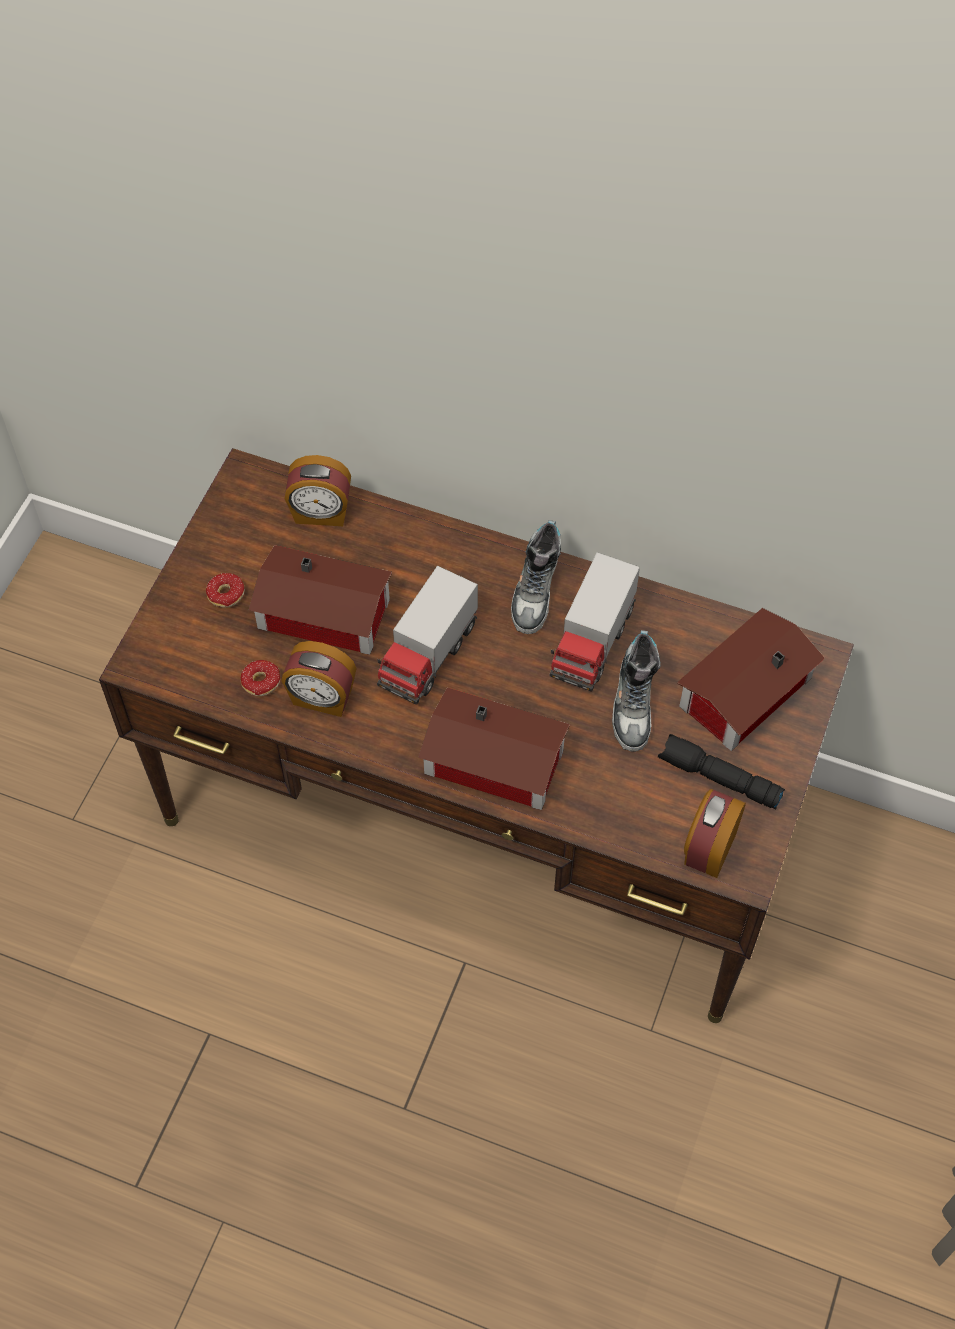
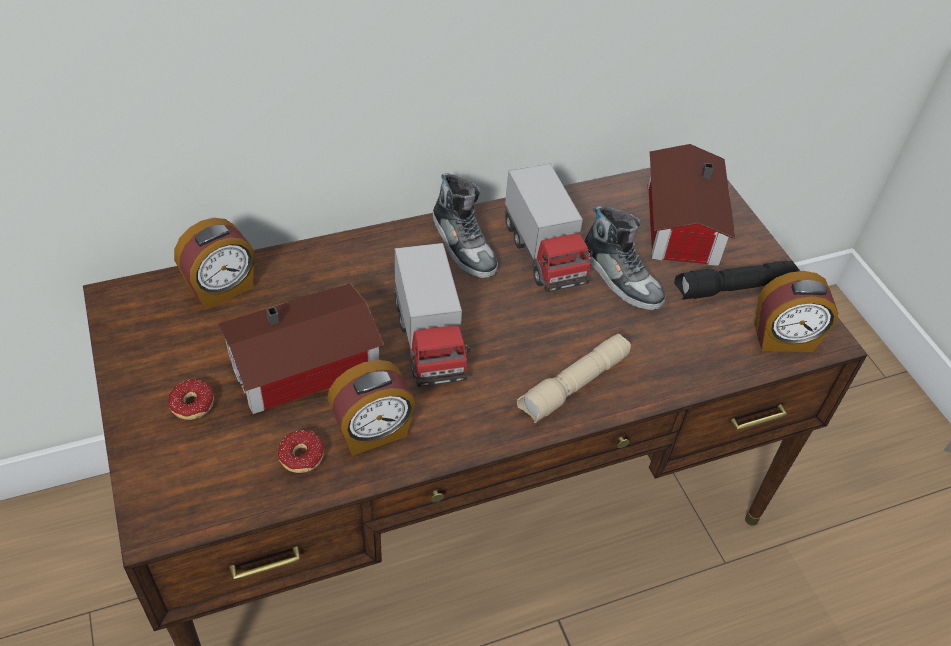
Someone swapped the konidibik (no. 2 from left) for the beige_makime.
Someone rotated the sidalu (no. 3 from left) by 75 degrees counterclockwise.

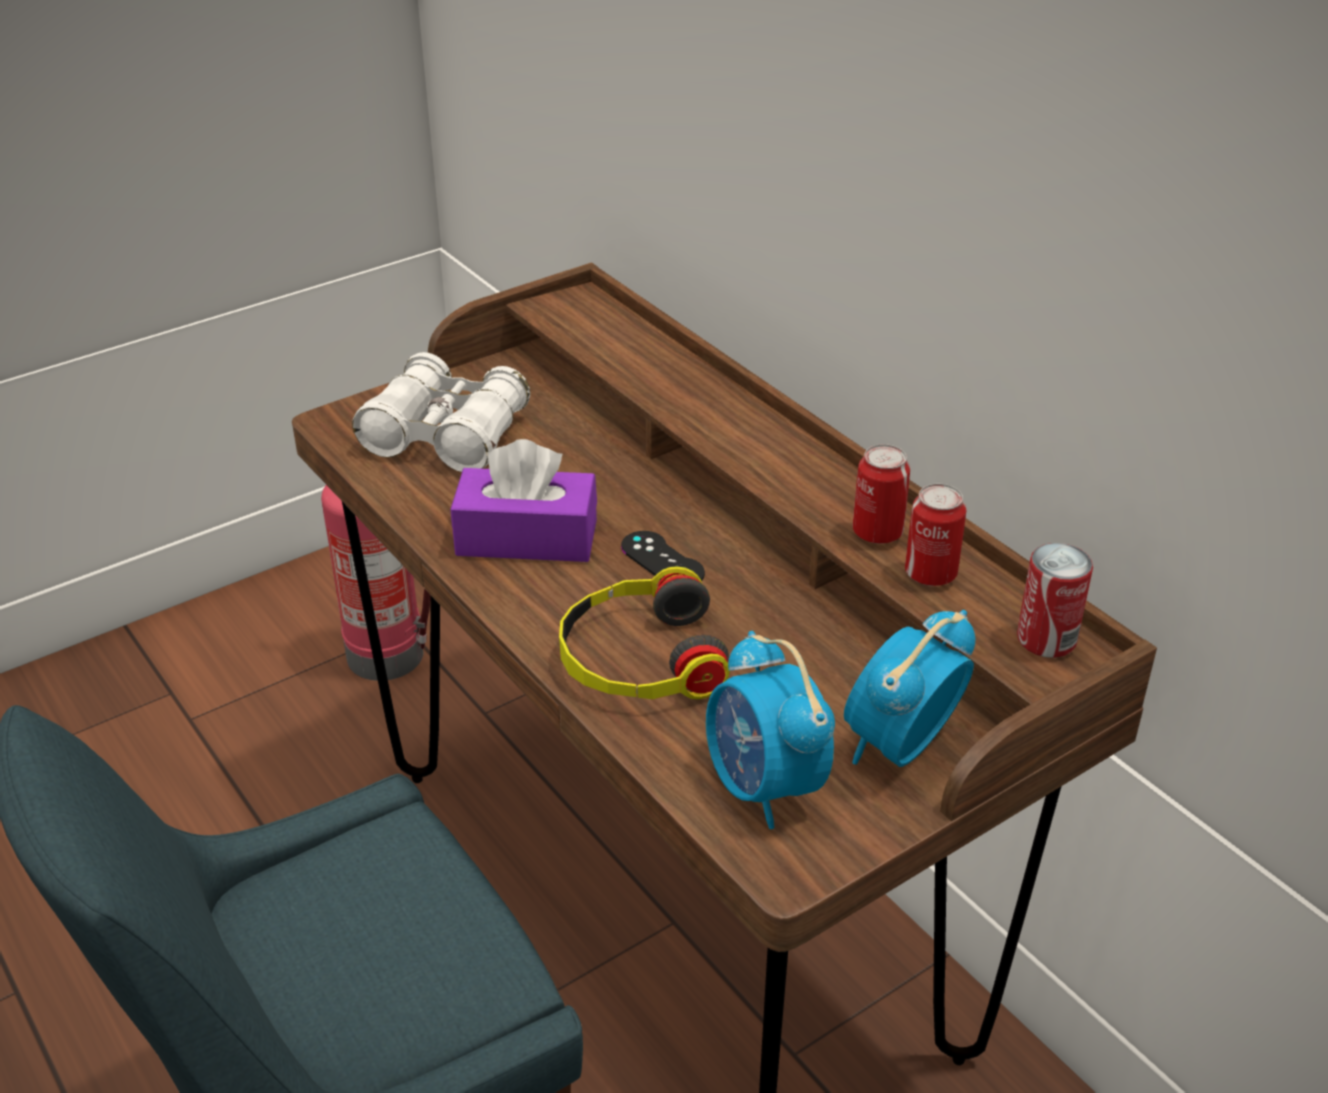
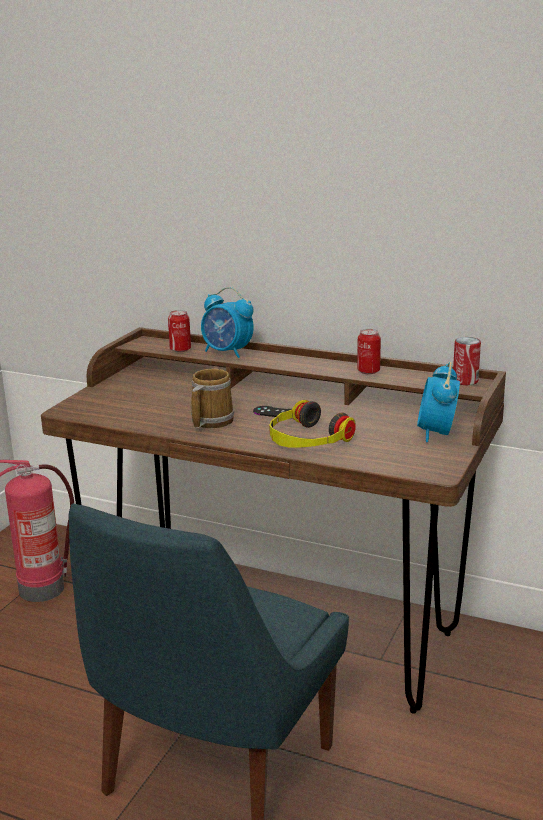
Someone carried the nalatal (no. 2 from left in the first image).
Someone swapped the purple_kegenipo for the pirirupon.
Someone carried the sidalu (no. 1 from left).
Someone took away the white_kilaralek.

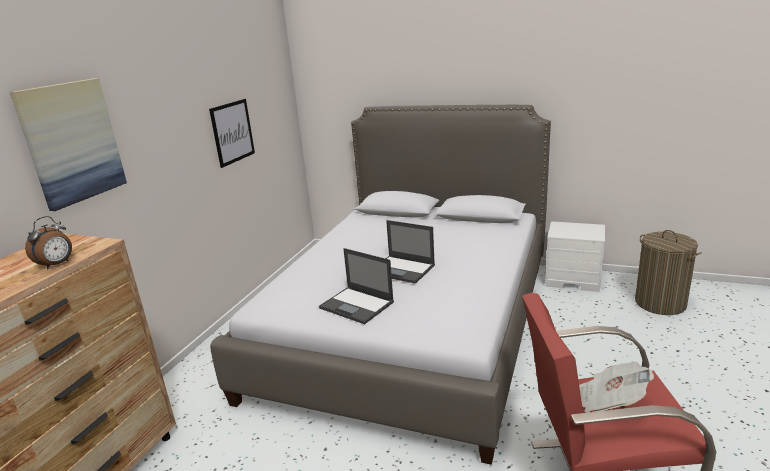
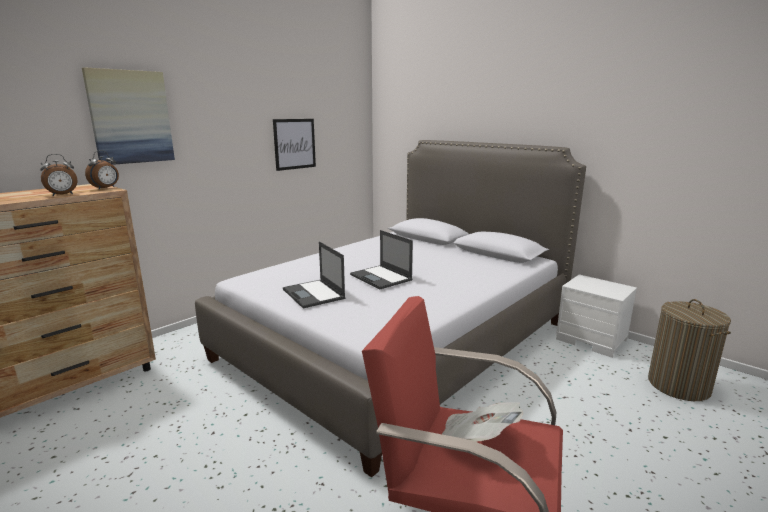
Someone put down the sidalu (no. 2 from left).

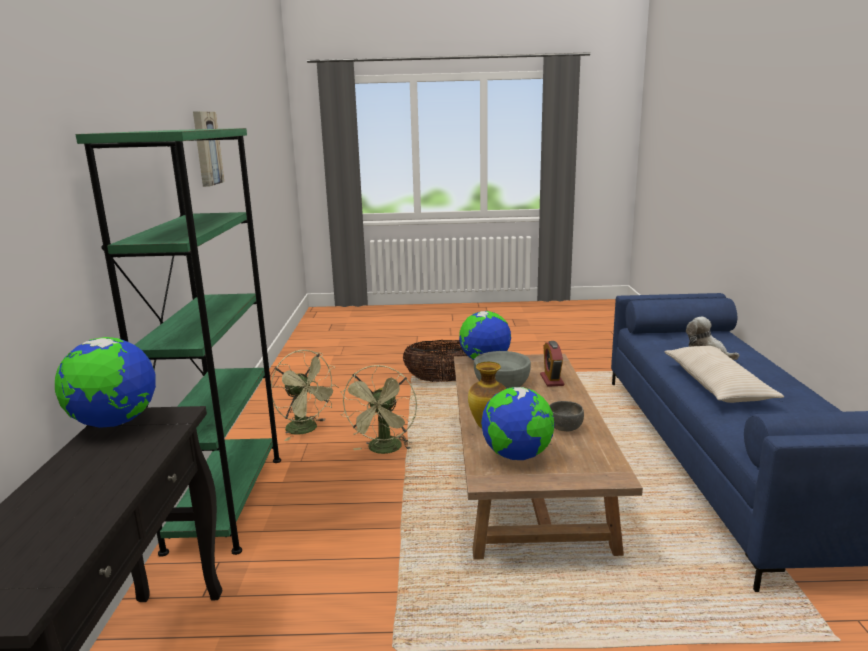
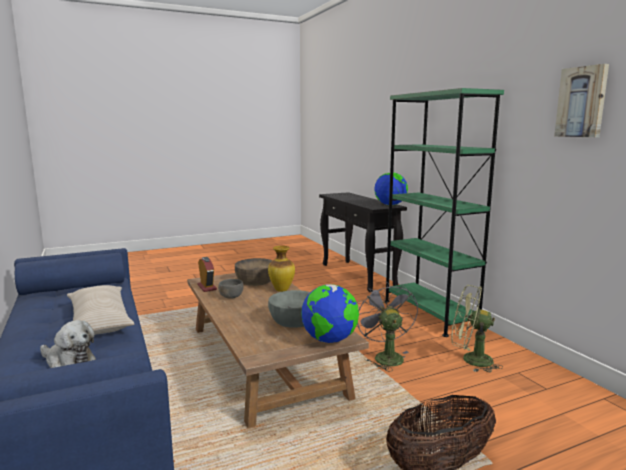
Someone carried the sidalu.
Someone swapped the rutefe (no. 3 from left) for the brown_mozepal.
Someone repainted the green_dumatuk (no. 2 from left), which became the grey_dumatuk.

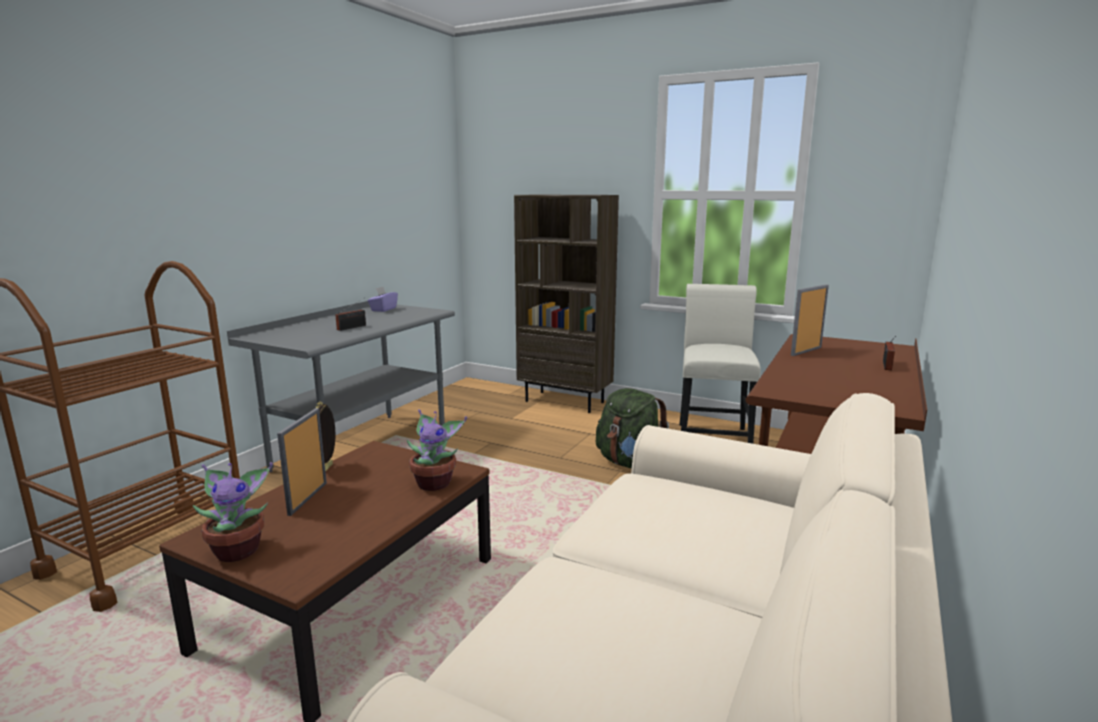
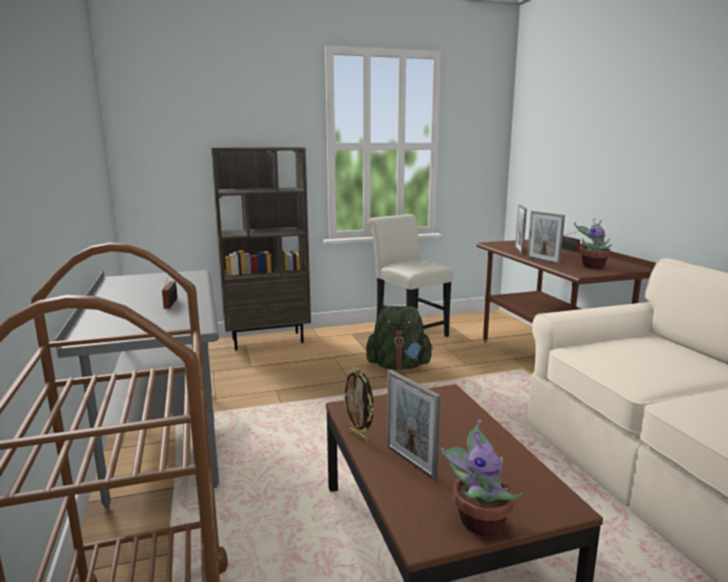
Someone put down the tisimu (no. 4 from left).
Someone carried the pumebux (no. 2 from left).
Someone took away the purple_kegenipo.

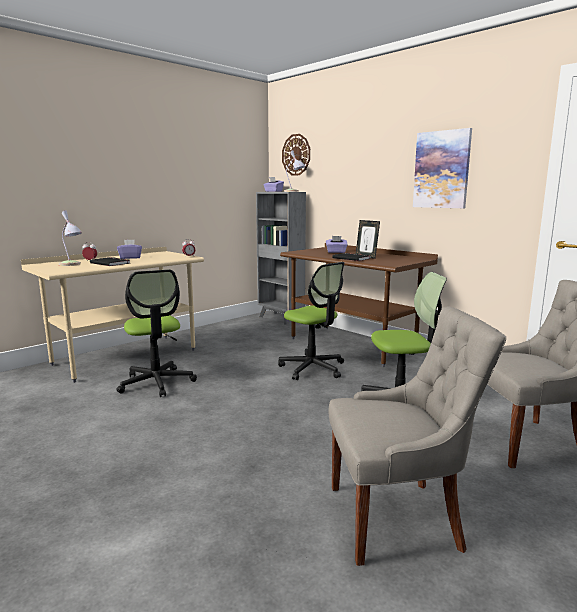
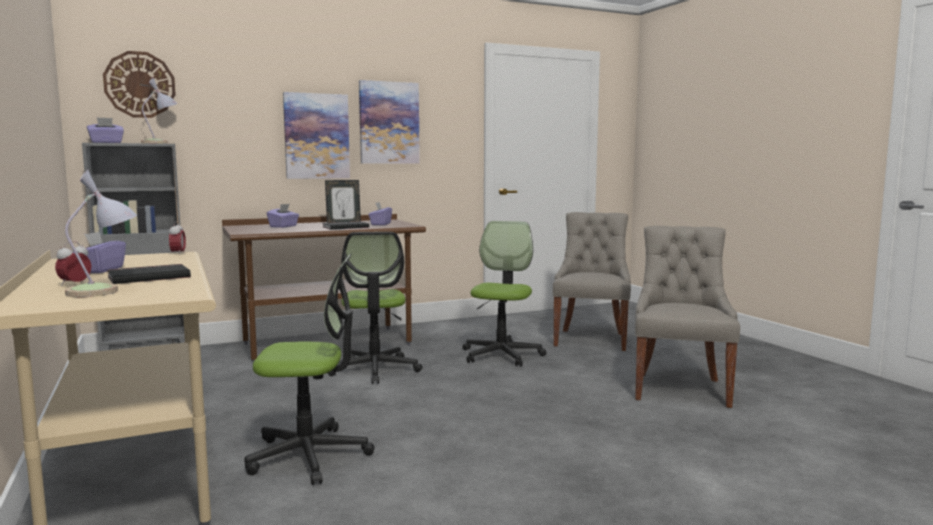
Someone put up the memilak (no. 1 from left).
Someone rotated the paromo (no. 2 from left) by 105 degrees clockwise.
Someone put down the purple_kegenipo (no. 4 from left).

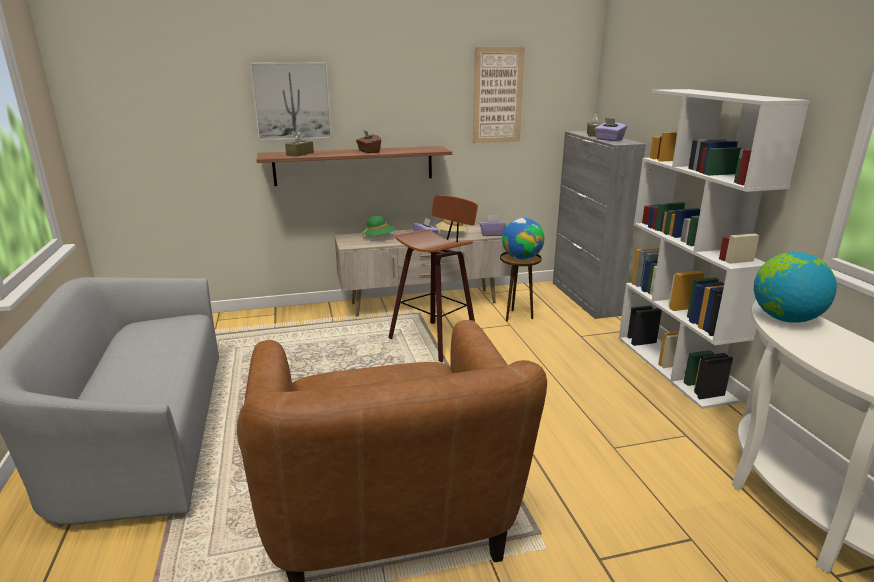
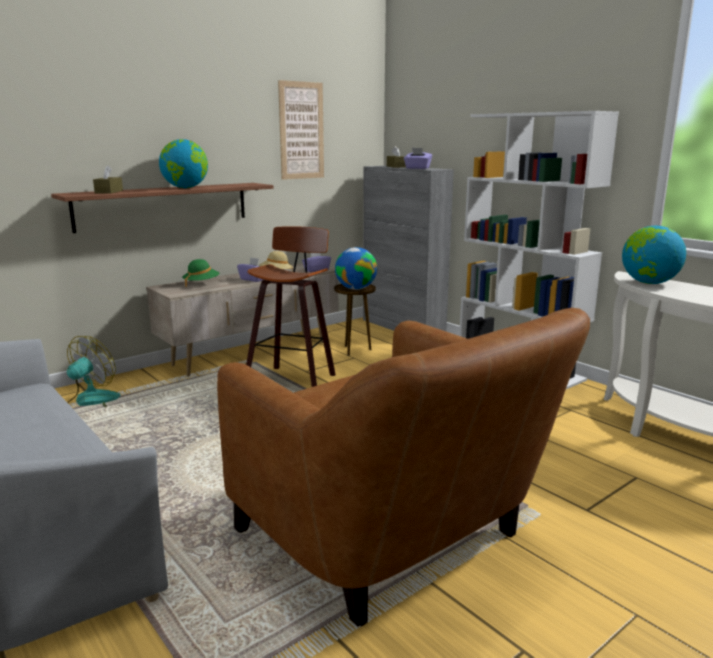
Someone put down the dumatuk.
Someone swapped the brown_kegenipo (no. 2 from left) for the rutefe (no. 1 from left).
Someone took away the memilak (no. 1 from left).

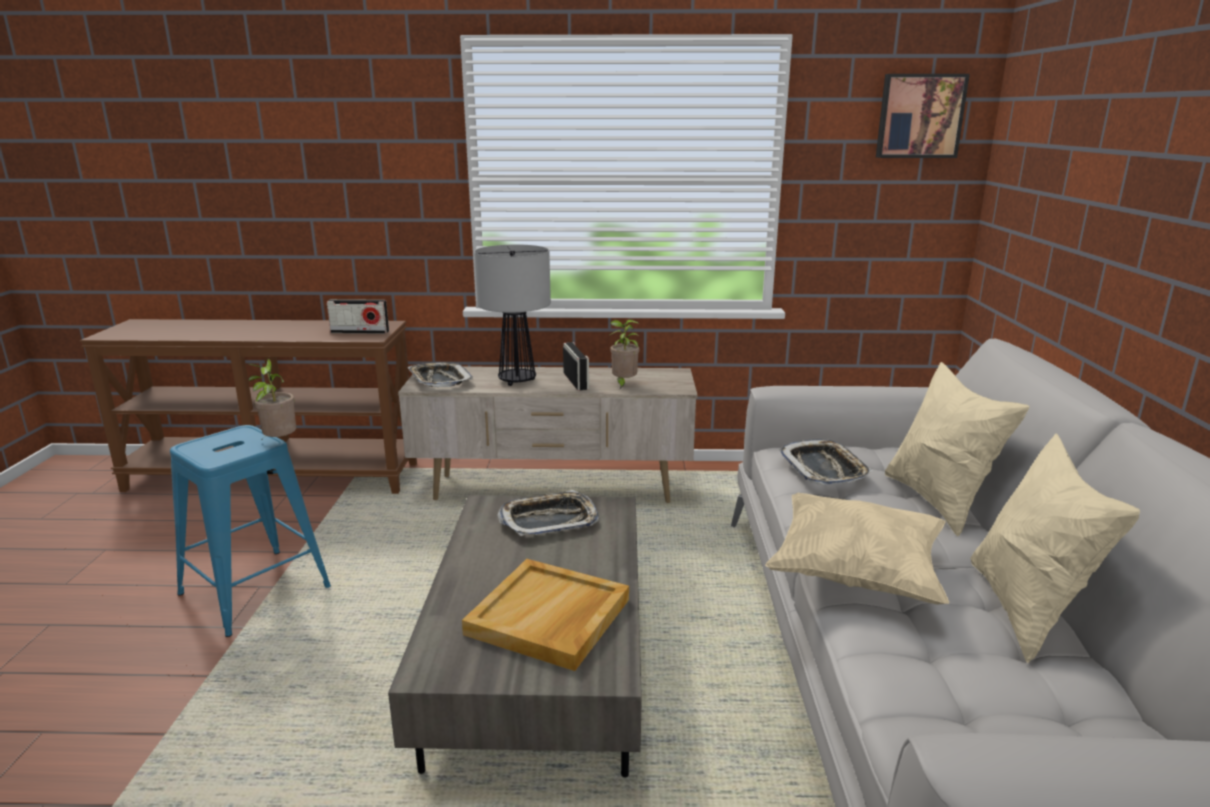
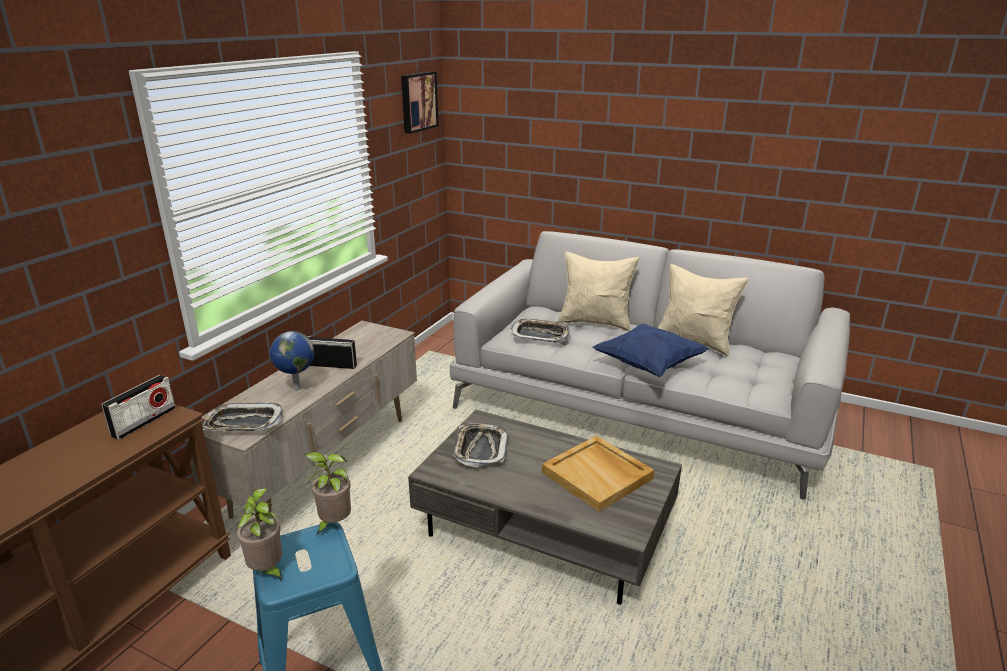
Someone carried the pumebux (no. 2 from left in the first image).
Someone swapped the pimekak for the rutefe.
Someone repainted the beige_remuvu (no. 1 from left), which became the blue_remuvu.

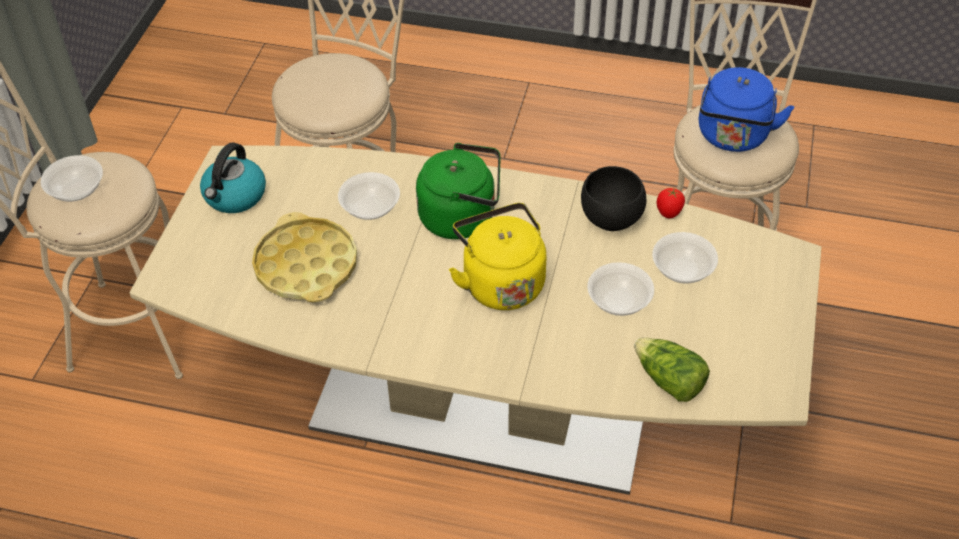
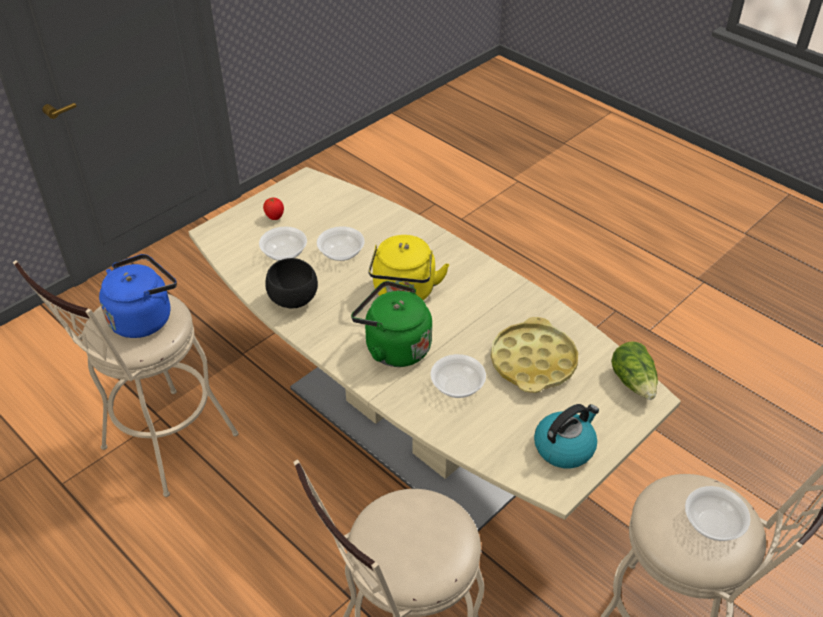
Someone carried the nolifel.
Someone carried the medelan.

